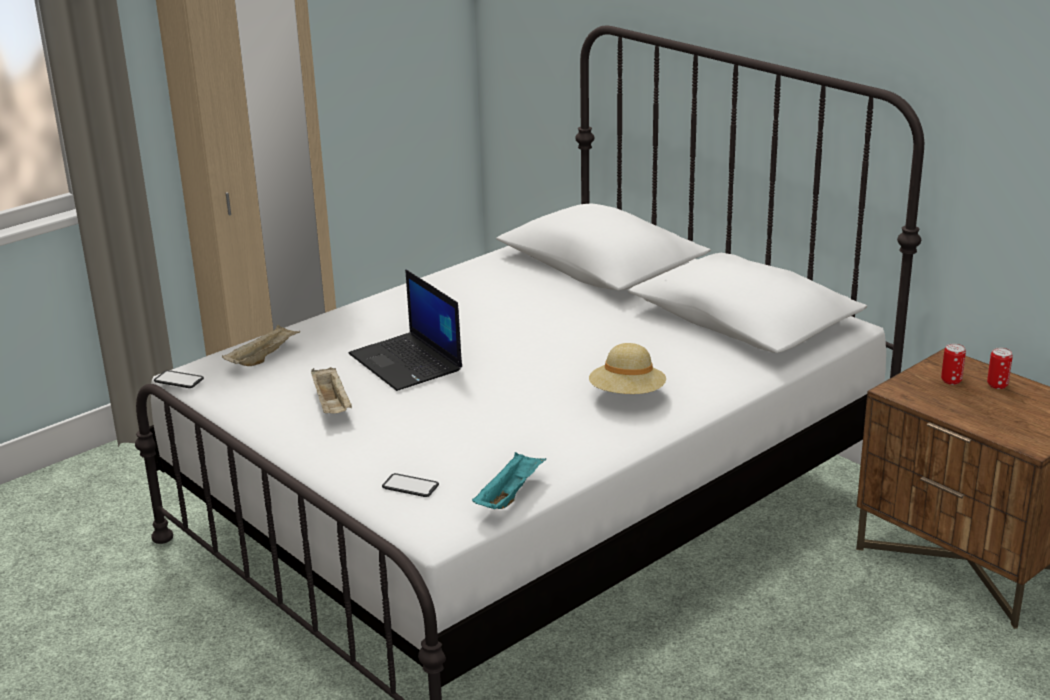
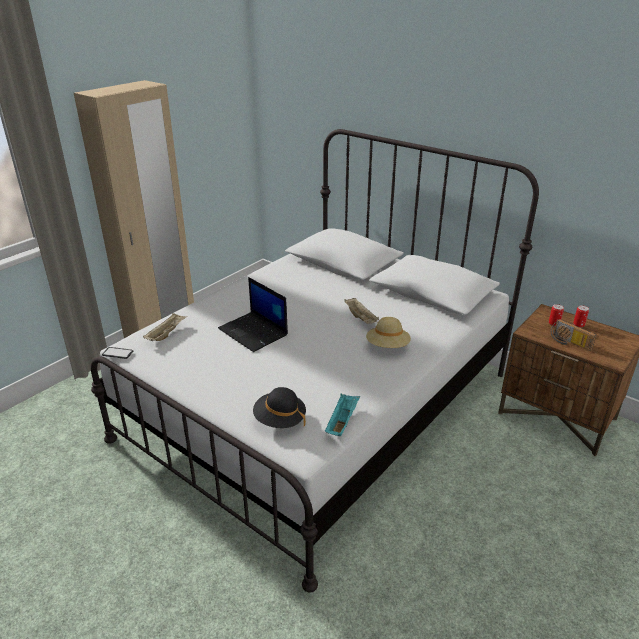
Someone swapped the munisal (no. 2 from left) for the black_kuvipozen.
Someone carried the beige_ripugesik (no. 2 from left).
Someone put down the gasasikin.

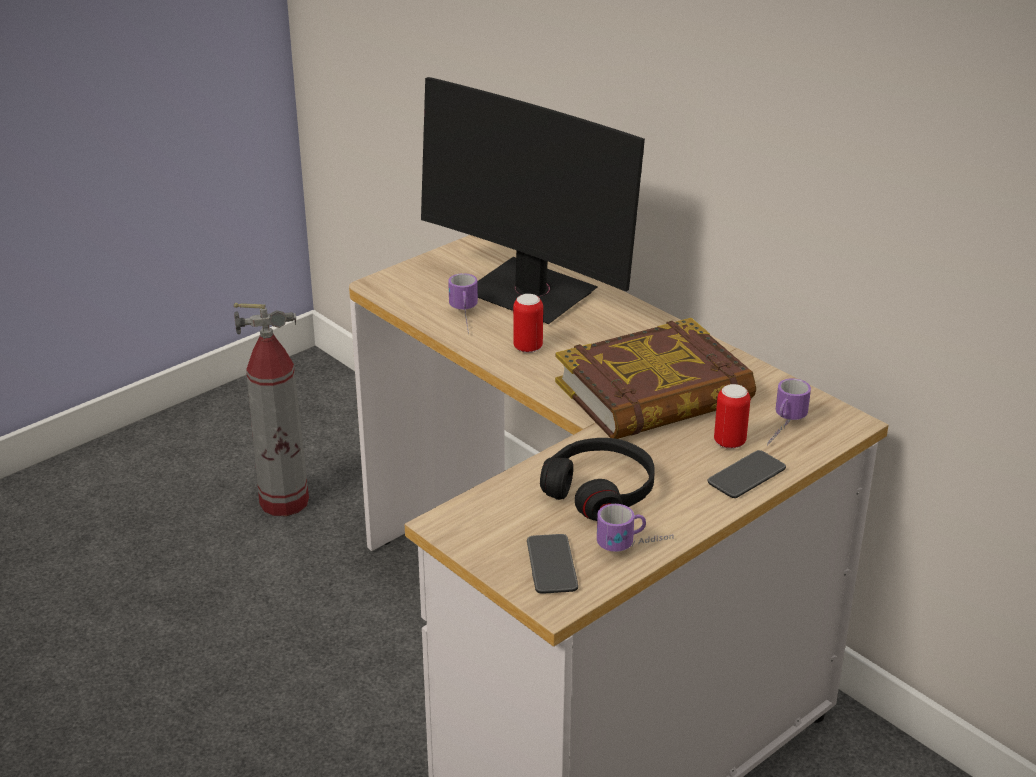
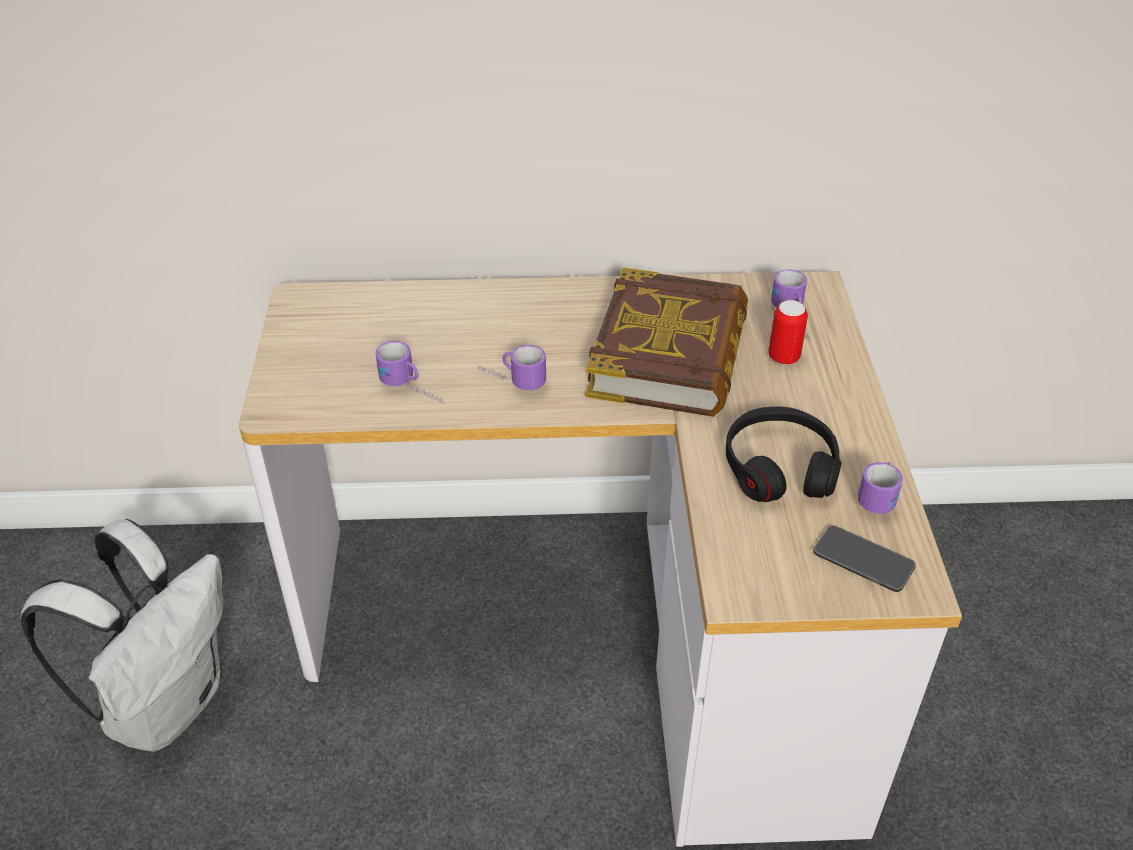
Someone swapped the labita for the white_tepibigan.
Someone swapped the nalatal (no. 1 from left) for the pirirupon (no. 2 from left).
Someone took away the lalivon.
Someone took away the munisal (no. 2 from left).

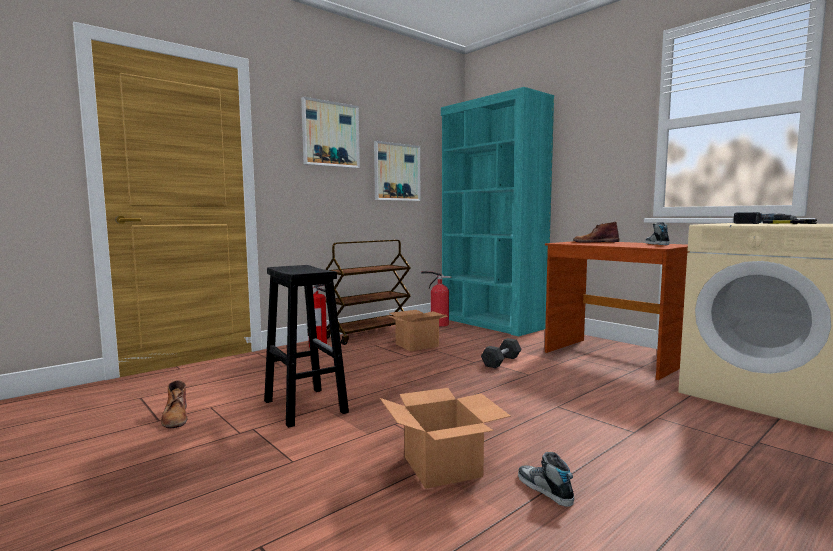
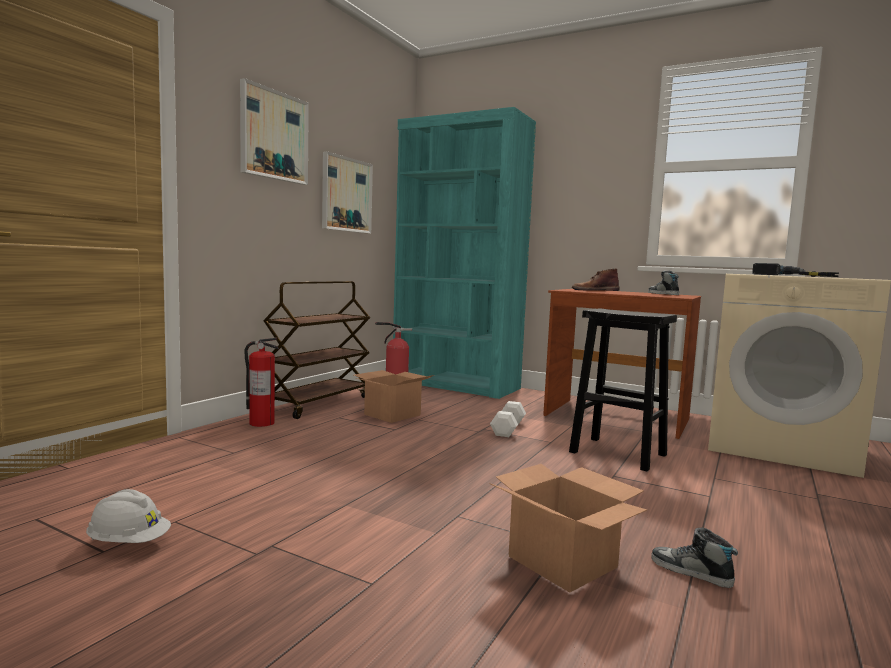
Someone swapped the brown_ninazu (no. 1 from left) for the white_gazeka.
Someone repainted the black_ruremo, which became the white_ruremo.
Someone carried the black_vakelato.

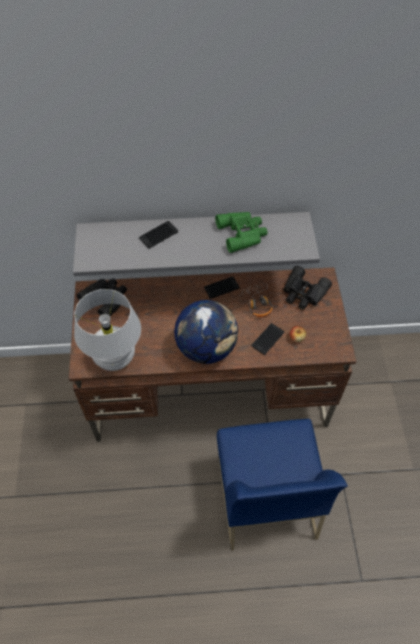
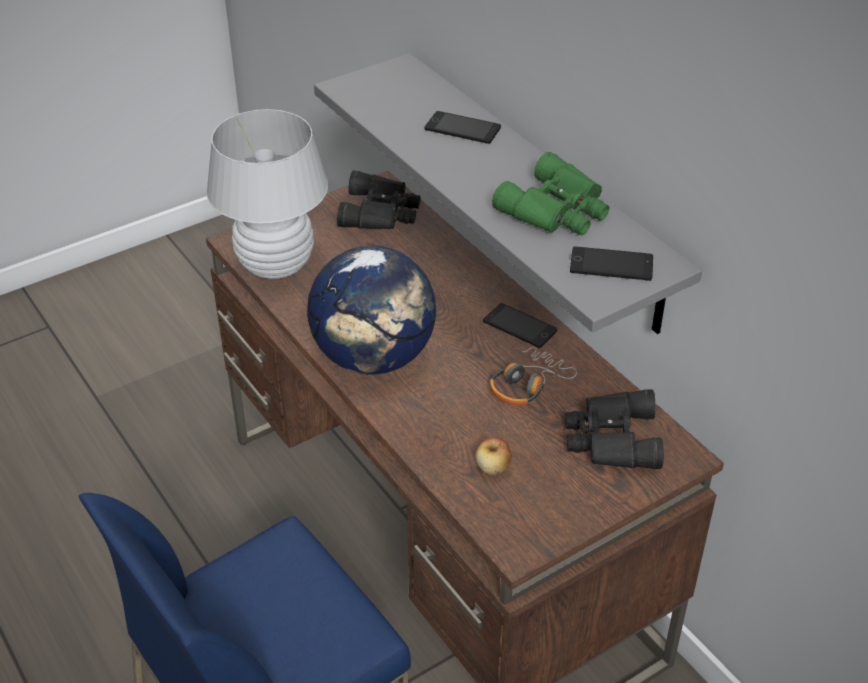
Someone carried the munisal (no. 3 from left).

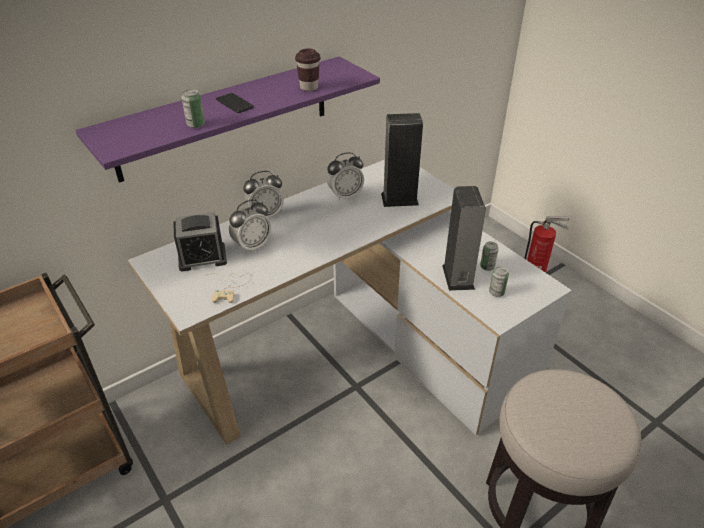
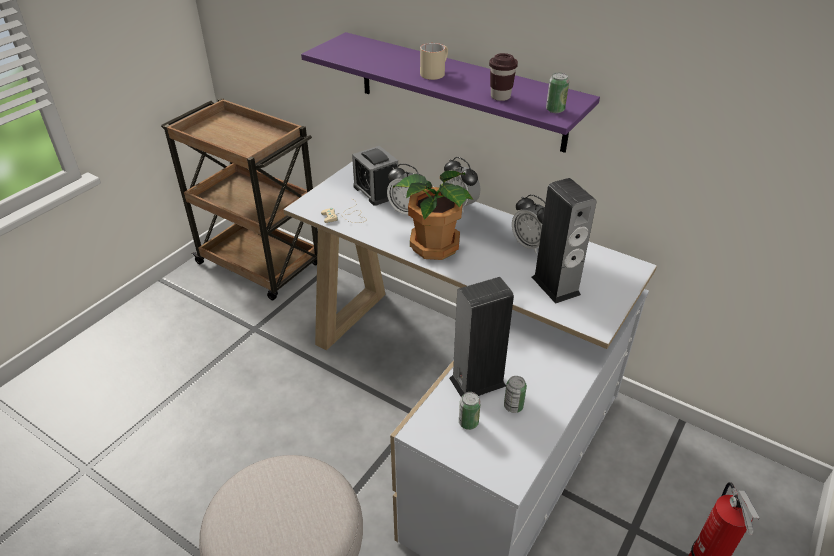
Someone put down the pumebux.
Someone swapped the munisal for the beige_pirirupon.
Someone carried the nalatal (no. 1 from left in the first image).

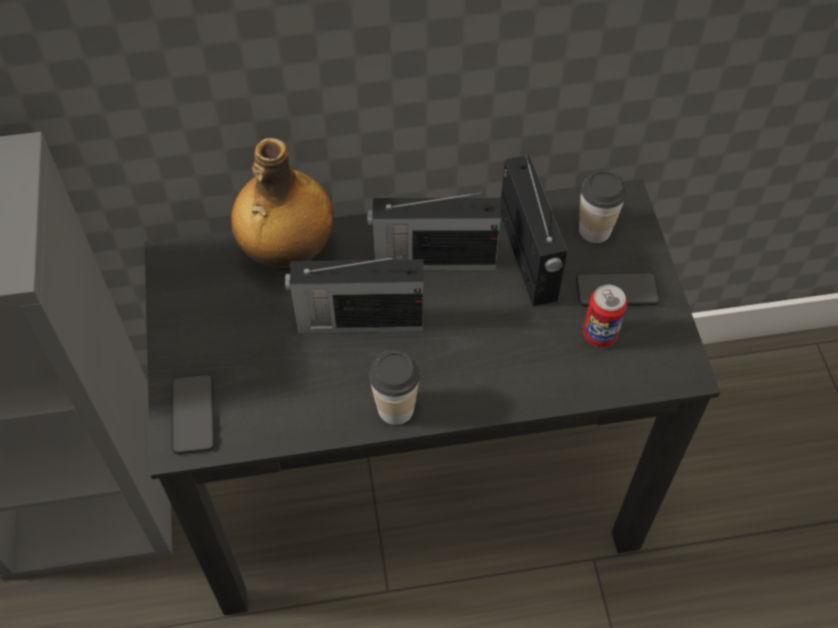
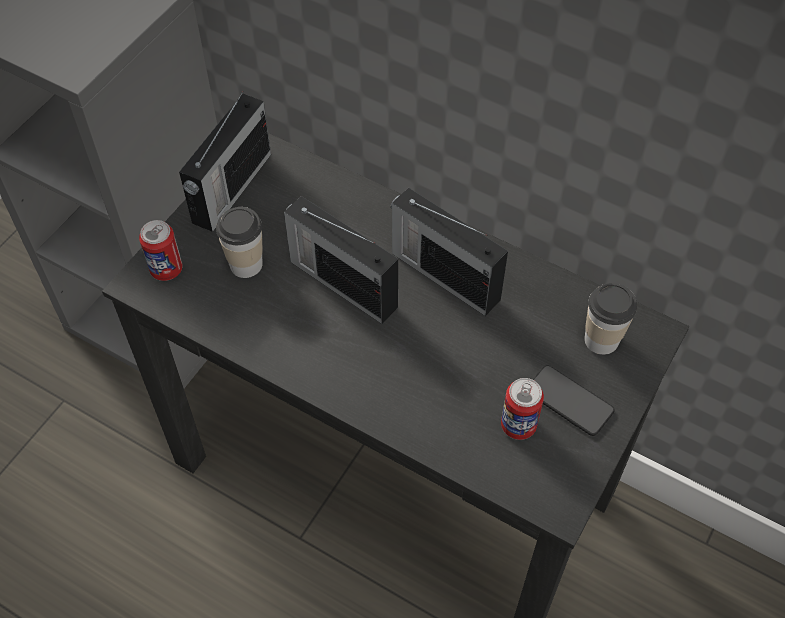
Someone swapped the munisal (no. 1 from left) for the nalatal (no. 1 from left).
Someone carried the gasasikin (no. 3 from left in the first image).
Someone carried the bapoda (no. 1 from left).
Someone took away the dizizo.

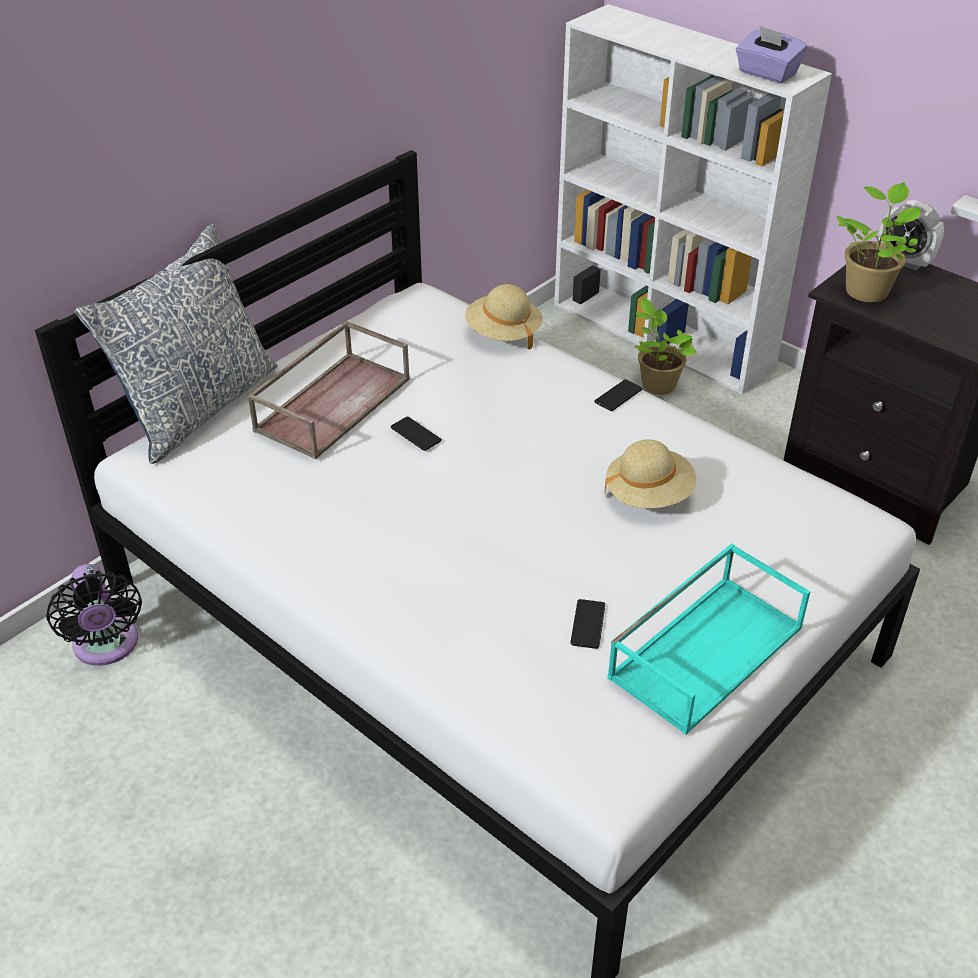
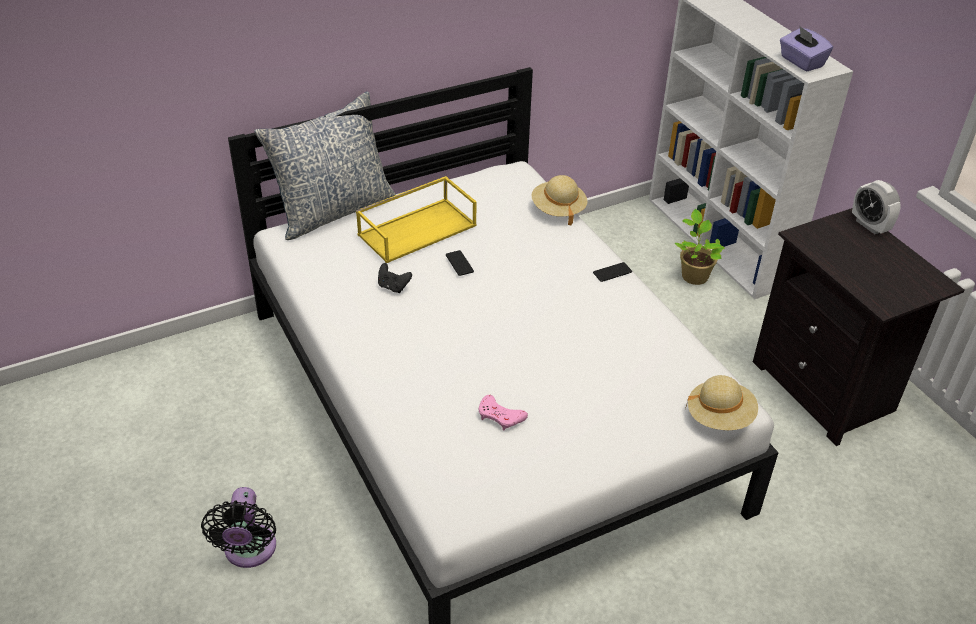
Someone carried the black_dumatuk.
Someone repainted the brown_ripugesik, which became the yellow_ripugesik.
Someone put down the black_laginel.
Someone swapped the munisal (no. 2 from left) for the pink_laginel.
Someone carried the beige_kuvipozen (no. 2 from left).
Someone took away the turquoise_ripugesik.
Someone took away the pumebux (no. 2 from left).

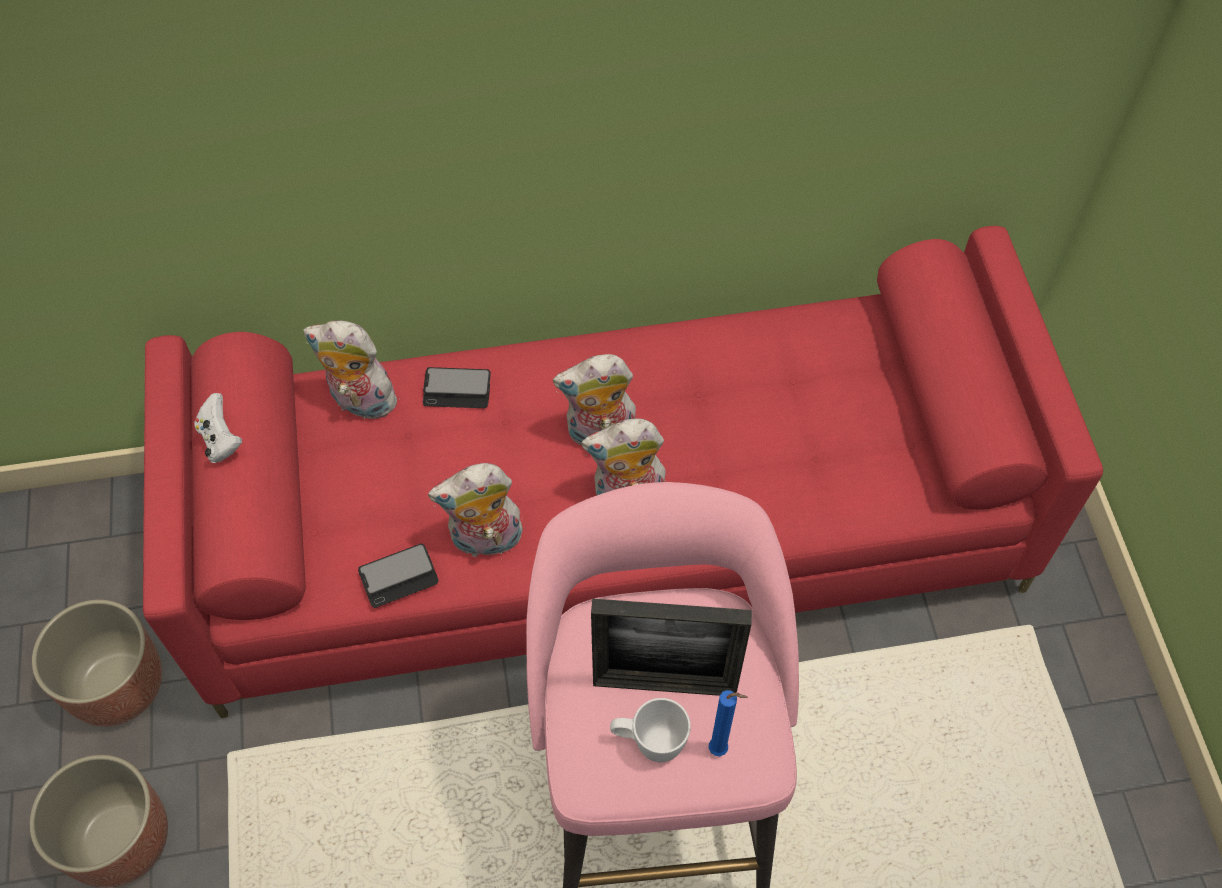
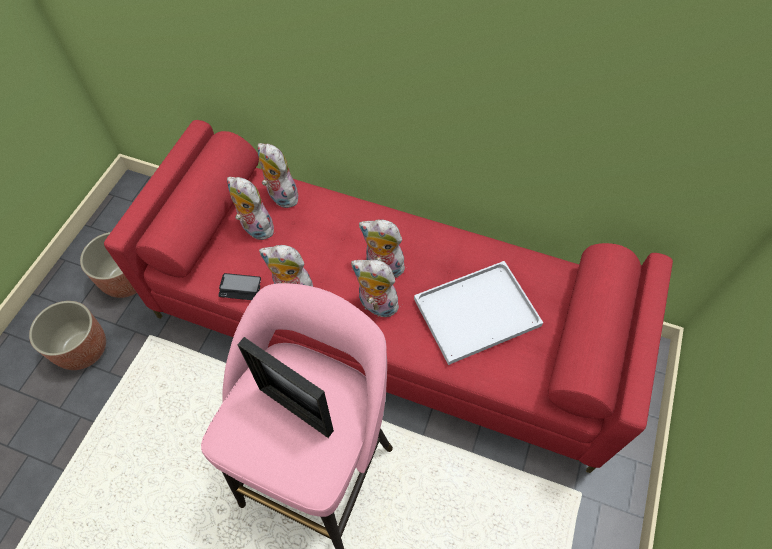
Someone put down the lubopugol (no. 1 from left).
Someone put down the white_ripugesik.
Someone took away the white_laginel.
Someone took away the munisal (no. 2 from left).
Someone took away the white_pirirupon.
Someone took away the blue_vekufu.

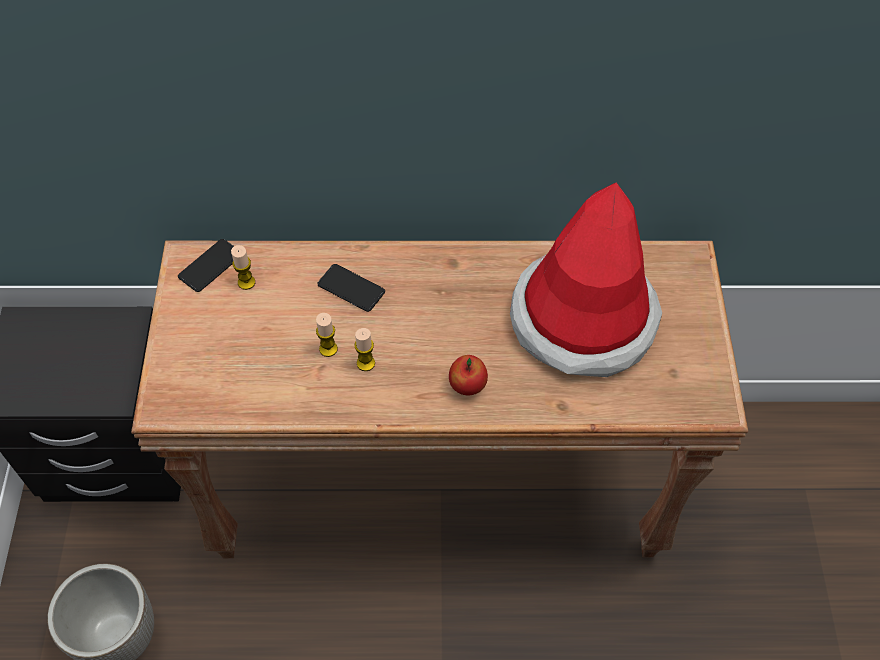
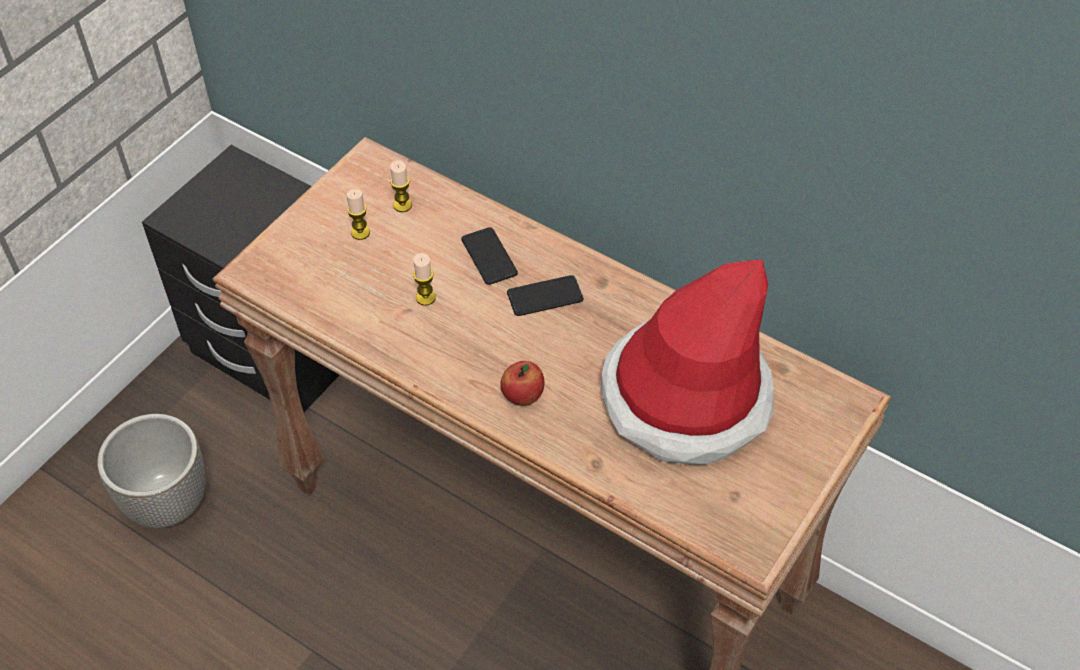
Someone carried the vekufu (no. 3 from left in the first image).
Someone carried the munisal (no. 1 from left in the first image).

